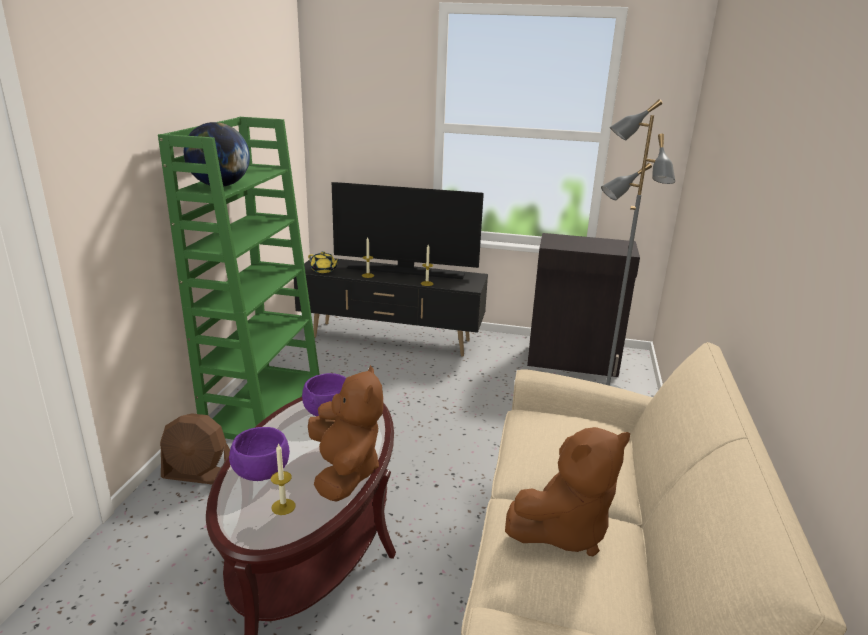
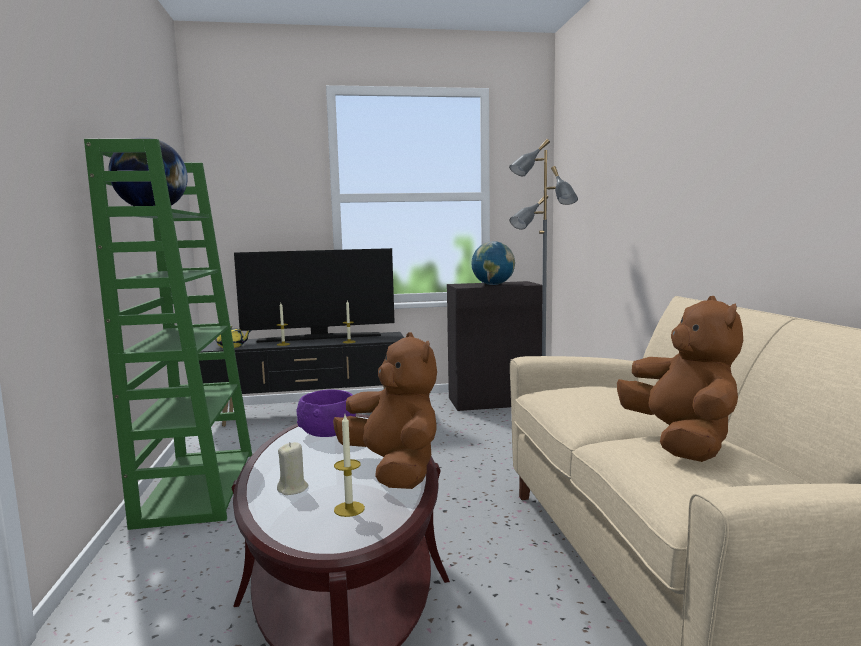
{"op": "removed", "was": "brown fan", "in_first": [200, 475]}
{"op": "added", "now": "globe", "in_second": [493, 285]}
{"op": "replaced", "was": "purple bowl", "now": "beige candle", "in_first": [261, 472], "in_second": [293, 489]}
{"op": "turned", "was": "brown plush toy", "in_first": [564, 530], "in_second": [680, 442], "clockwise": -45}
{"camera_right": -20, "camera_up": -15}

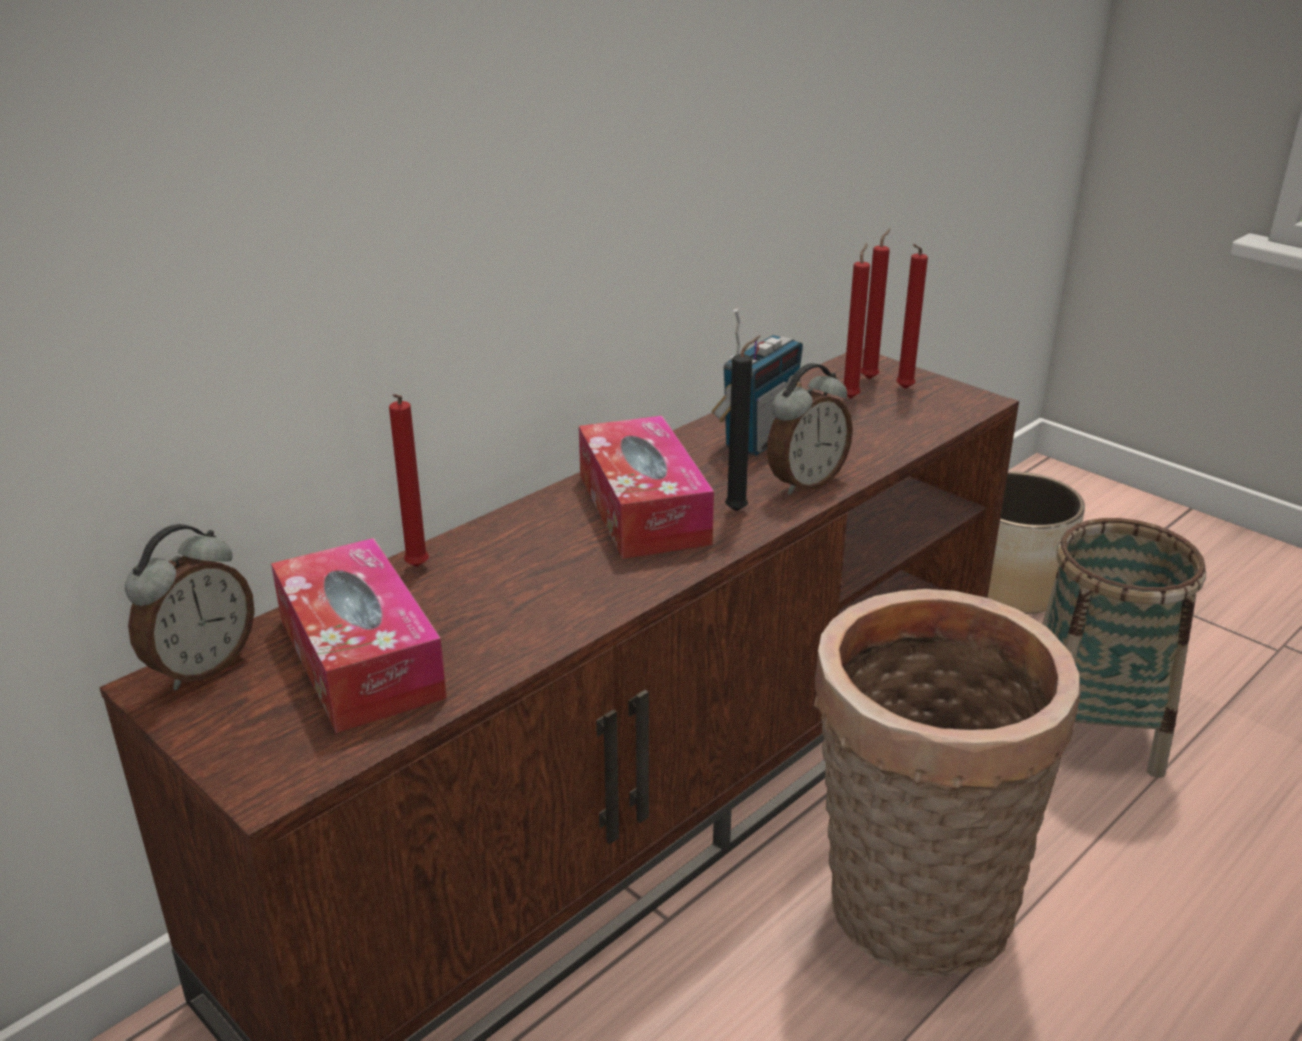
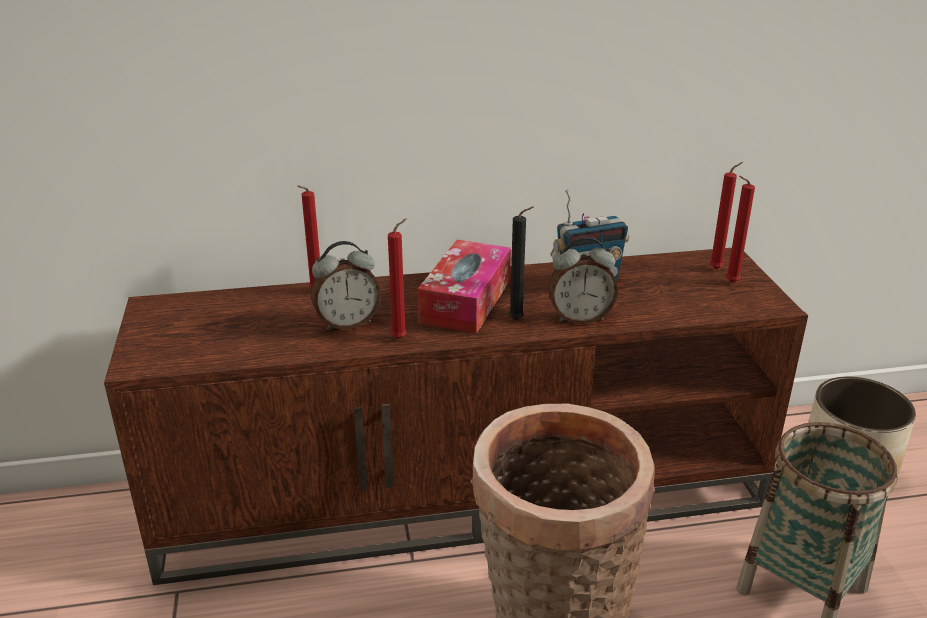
{"op": "removed", "was": "tissue box", "in_first": [360, 657]}
{"op": "moved", "was": "alarm clock", "in_first": [201, 667], "in_second": [347, 323]}
{"op": "moved", "was": "red candle", "in_first": [851, 397], "in_second": [401, 338]}
{"camera_right": 35, "camera_up": 0}

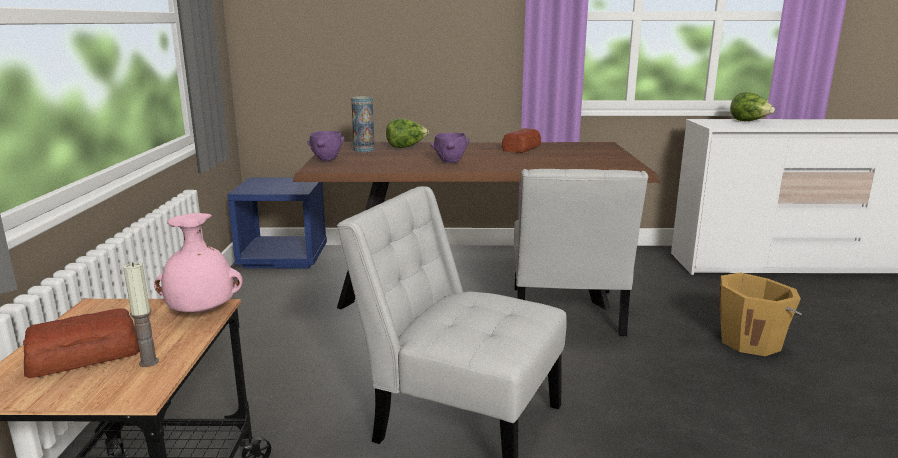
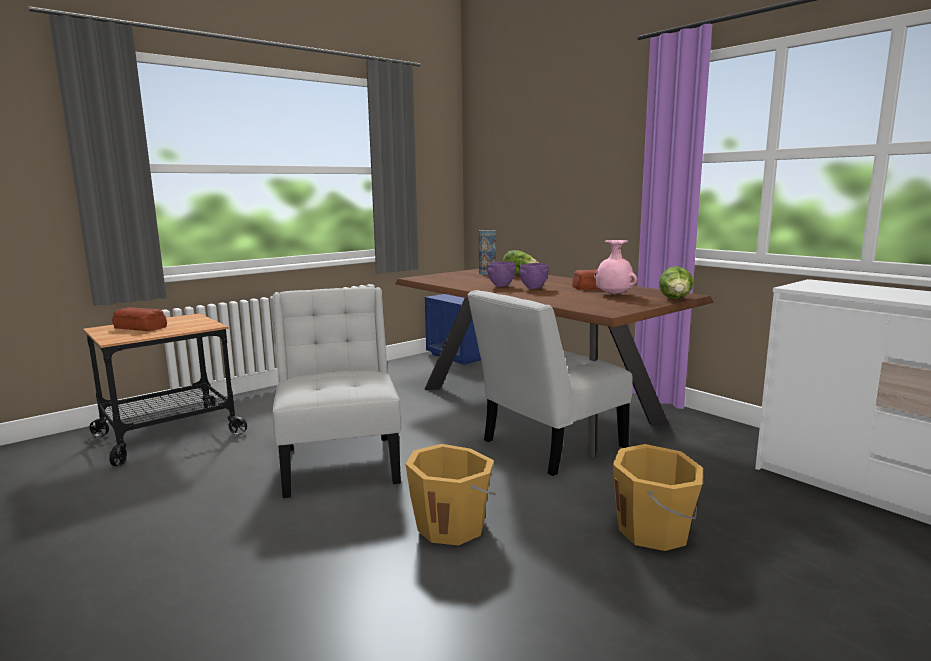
{"op": "removed", "was": "candle", "in_first": [149, 362]}
{"op": "added", "now": "orange bucket", "in_second": [452, 526]}
{"op": "moved", "was": "pink vase", "in_first": [202, 312], "in_second": [613, 295]}
{"op": "moved", "was": "purple bowl", "in_first": [326, 160], "in_second": [533, 288]}
{"op": "moved", "was": "lettuce", "in_first": [749, 121], "in_second": [675, 299]}
{"camera_right": 50, "camera_up": -5}

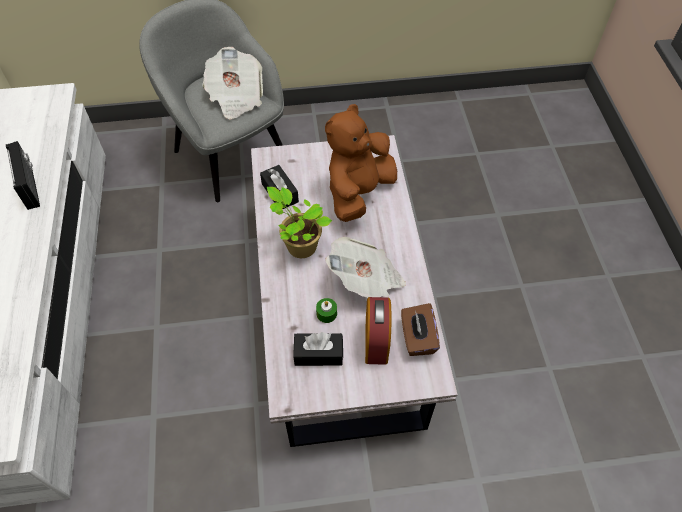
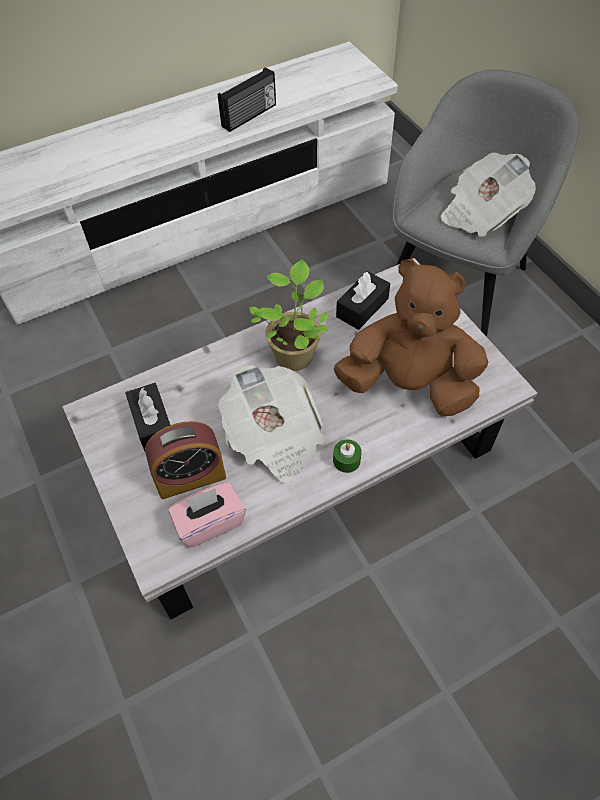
{"op": "moved", "was": "green candle", "in_first": [326, 313], "in_second": [346, 460]}
{"op": "recoloured", "was": "brown tissue box", "now": "pink tissue box", "in_first": [417, 338], "in_second": [210, 522]}
{"camera_right": 70, "camera_up": 0}

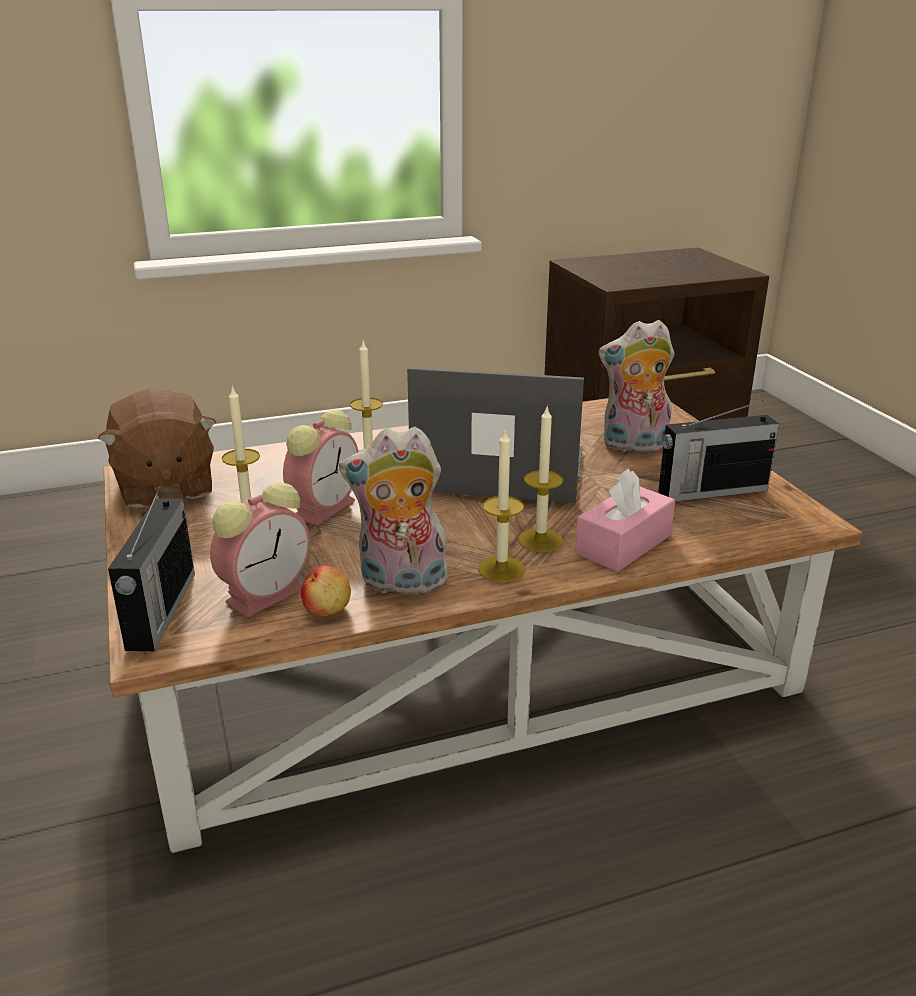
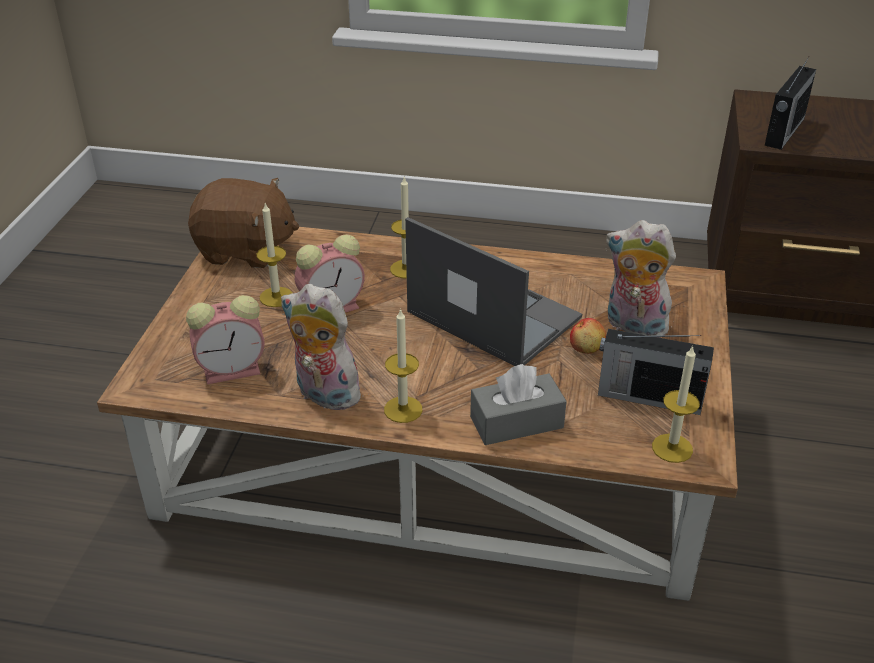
{"op": "moved", "was": "radio", "in_first": [160, 611], "in_second": [783, 132]}
{"op": "moved", "was": "apple", "in_first": [328, 609], "in_second": [587, 348]}
{"op": "moved", "was": "candle", "in_first": [540, 540], "in_second": [672, 448]}
{"op": "recoloured", "was": "pink tissue box", "now": "grey tissue box", "in_first": [623, 544], "in_second": [516, 422]}
{"op": "turned", "was": "brown plush toy", "in_first": [164, 486], "in_second": [245, 250], "clockwise": -90}
{"camera_right": 30, "camera_up": 10}

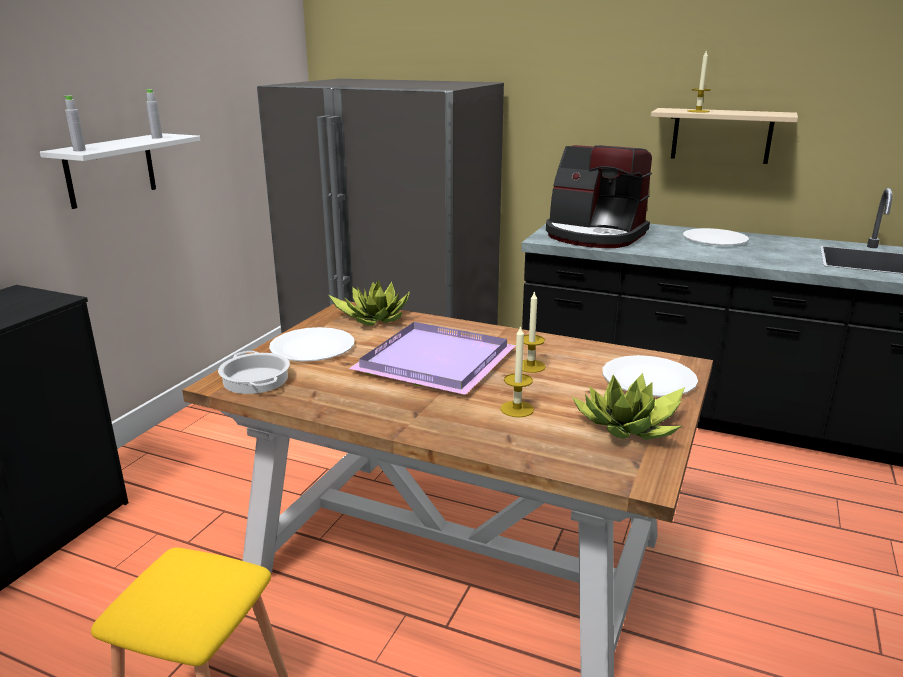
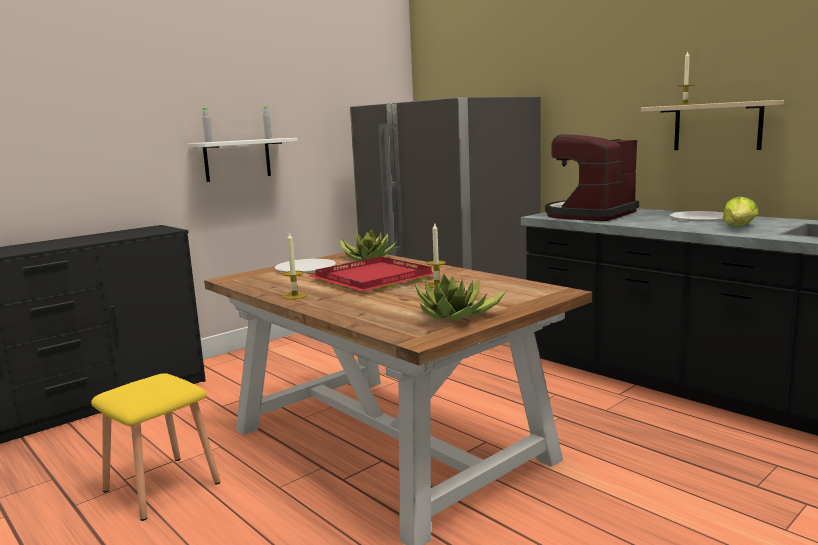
{"op": "removed", "was": "cooking pot", "in_first": [255, 380]}
{"op": "removed", "was": "white plate", "in_first": [648, 379]}
{"op": "added", "now": "lettuce", "in_second": [739, 227]}
{"op": "moved", "was": "candle", "in_first": [517, 409], "in_second": [295, 296]}
{"op": "recoloured", "was": "purple tray", "now": "red tray", "in_first": [438, 361], "in_second": [376, 279]}
{"op": "turned", "was": "coffee machine", "in_first": [594, 235], "in_second": [590, 215], "clockwise": 75}
{"camera_right": 25, "camera_up": -10}

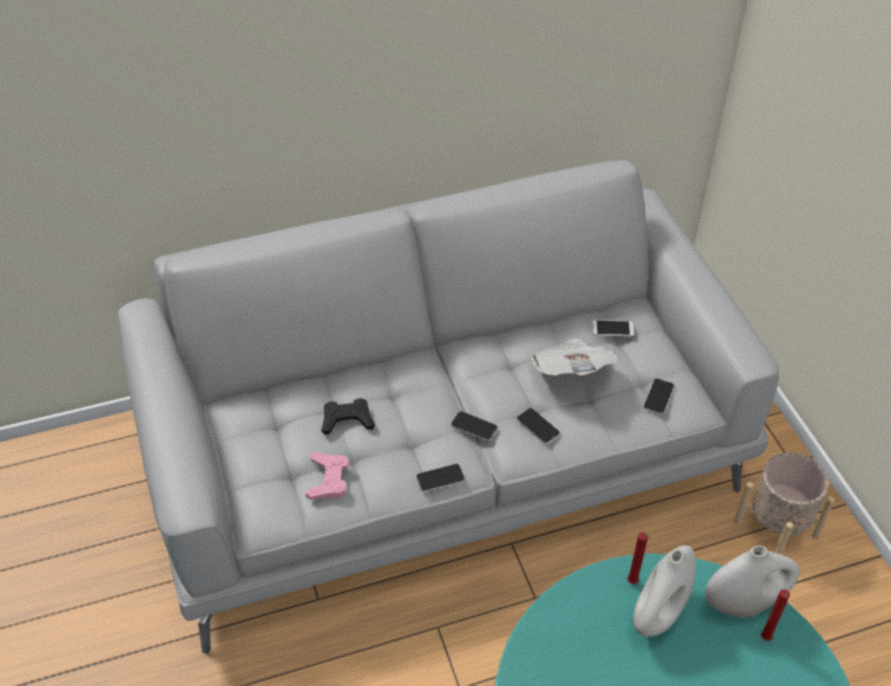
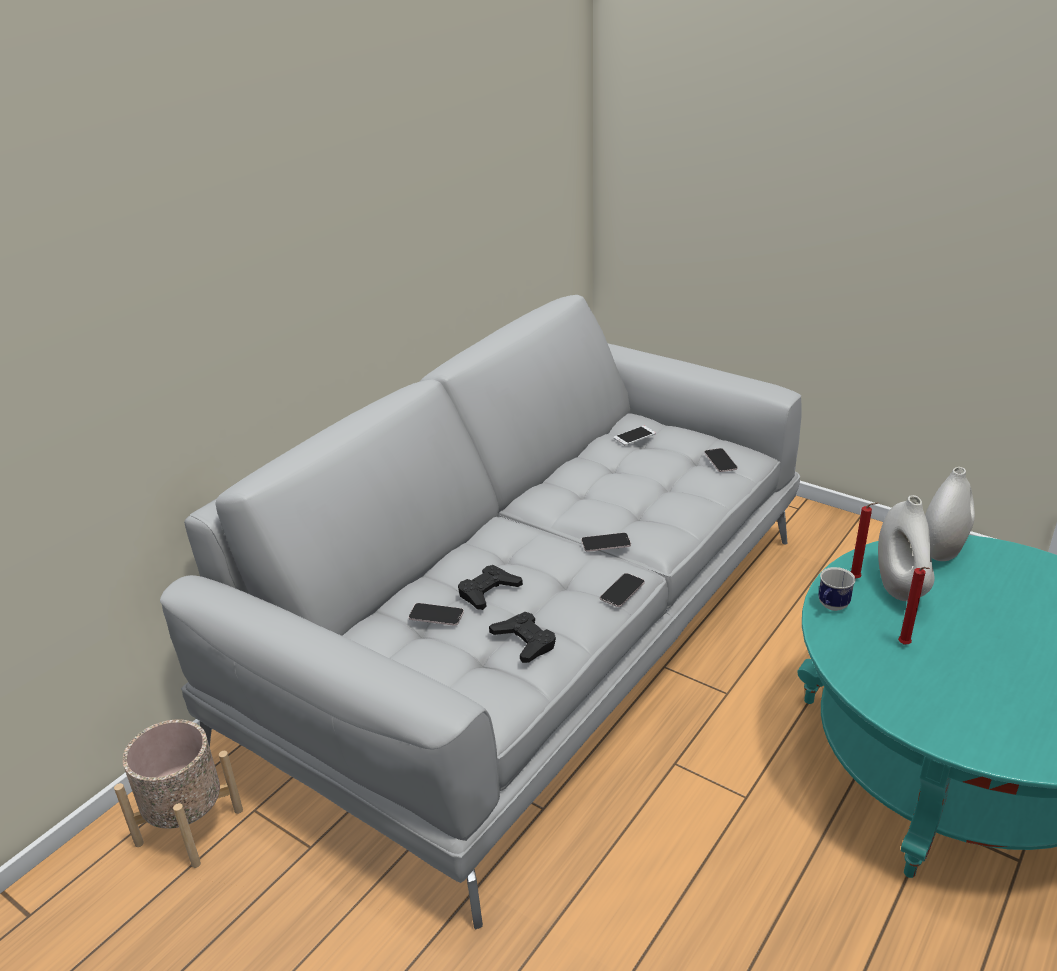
{"op": "removed", "was": "newspaper", "in_first": [571, 373]}
{"op": "added", "now": "mug", "in_second": [831, 607]}
{"op": "moved", "was": "phone", "in_first": [538, 426], "in_second": [436, 615]}
{"op": "moved", "was": "beige planter", "in_first": [775, 529], "in_second": [189, 827]}
{"op": "moved", "was": "red candle", "in_first": [765, 639], "in_second": [905, 645]}
{"op": "recoloured", "was": "pink game controller", "now": "black game controller", "in_first": [328, 479], "in_second": [524, 641]}
{"camera_right": -35, "camera_up": -15}

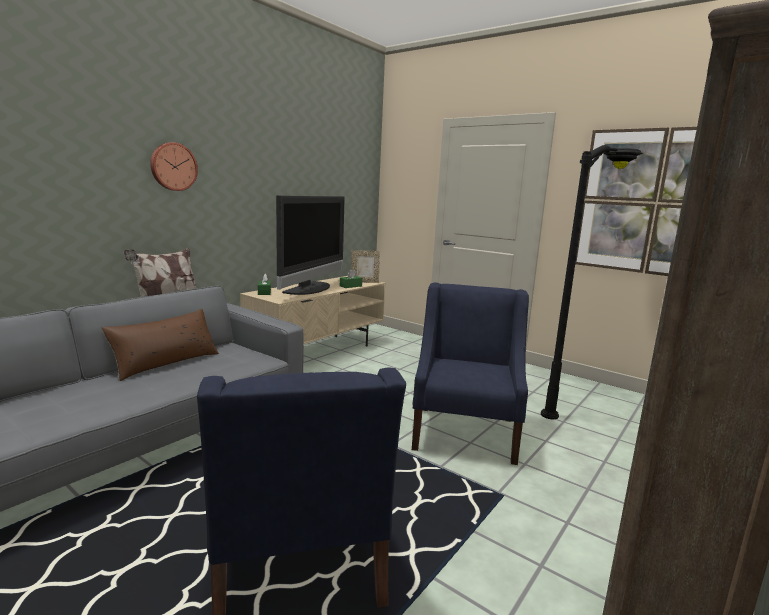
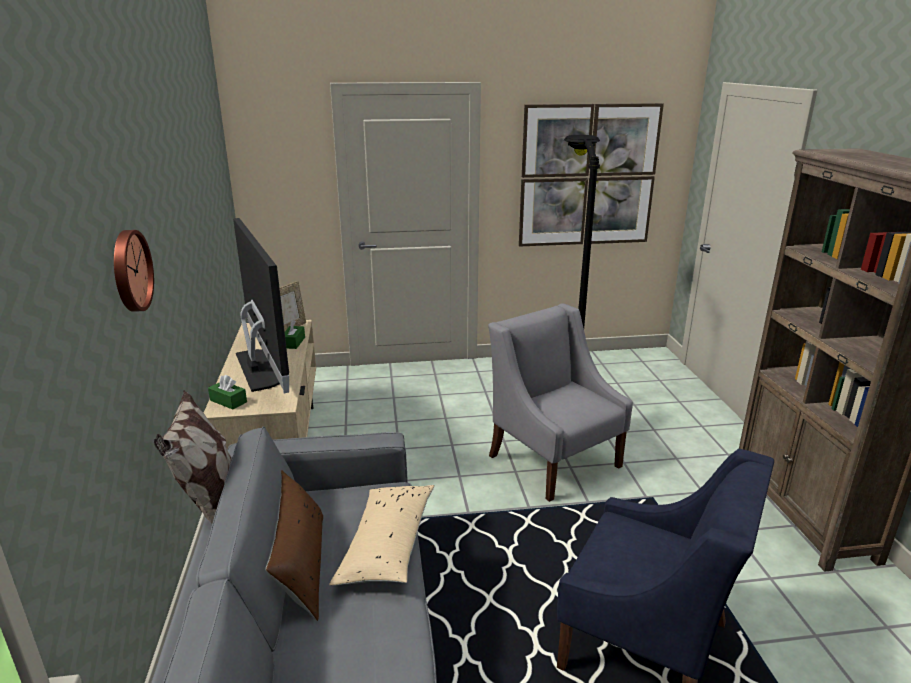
{"op": "added", "now": "beige pillow", "in_second": [387, 545]}
{"op": "recoloured", "was": "blue armchair", "now": "grey armchair", "in_first": [465, 433], "in_second": [553, 460]}
{"camera_right": -45, "camera_up": 10}

